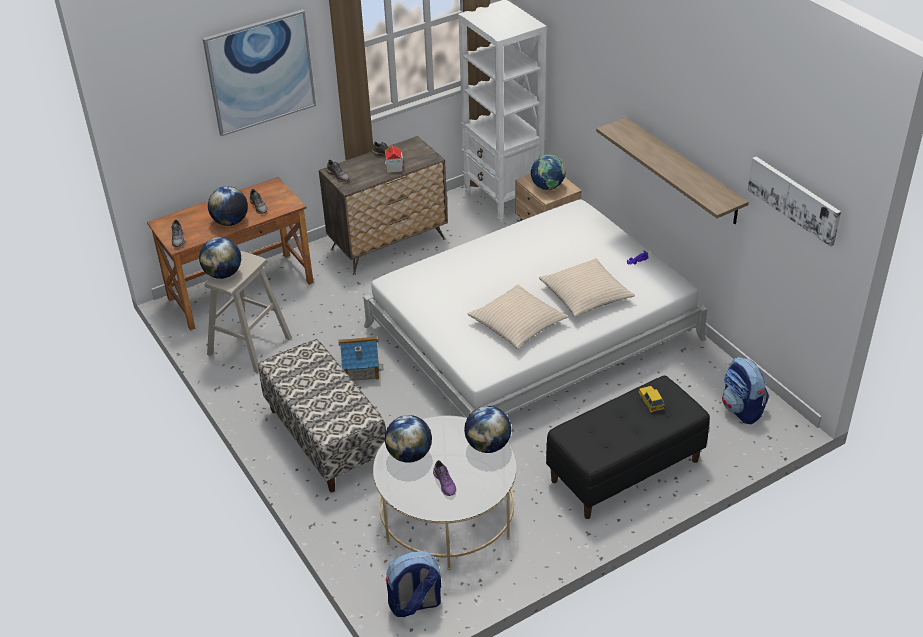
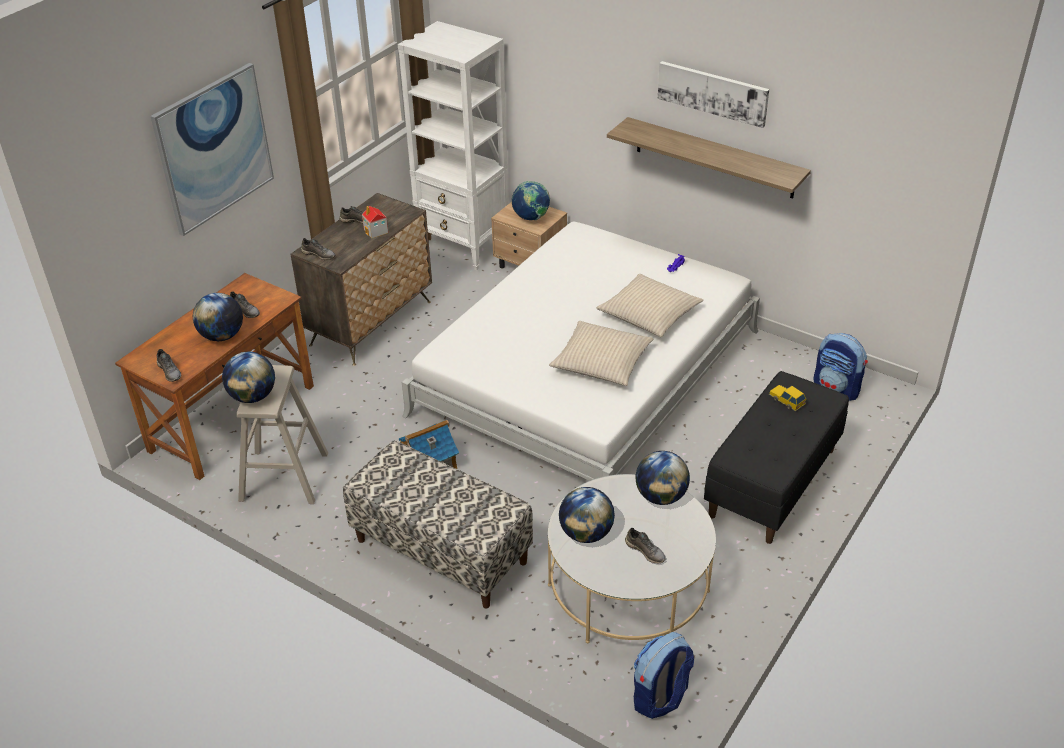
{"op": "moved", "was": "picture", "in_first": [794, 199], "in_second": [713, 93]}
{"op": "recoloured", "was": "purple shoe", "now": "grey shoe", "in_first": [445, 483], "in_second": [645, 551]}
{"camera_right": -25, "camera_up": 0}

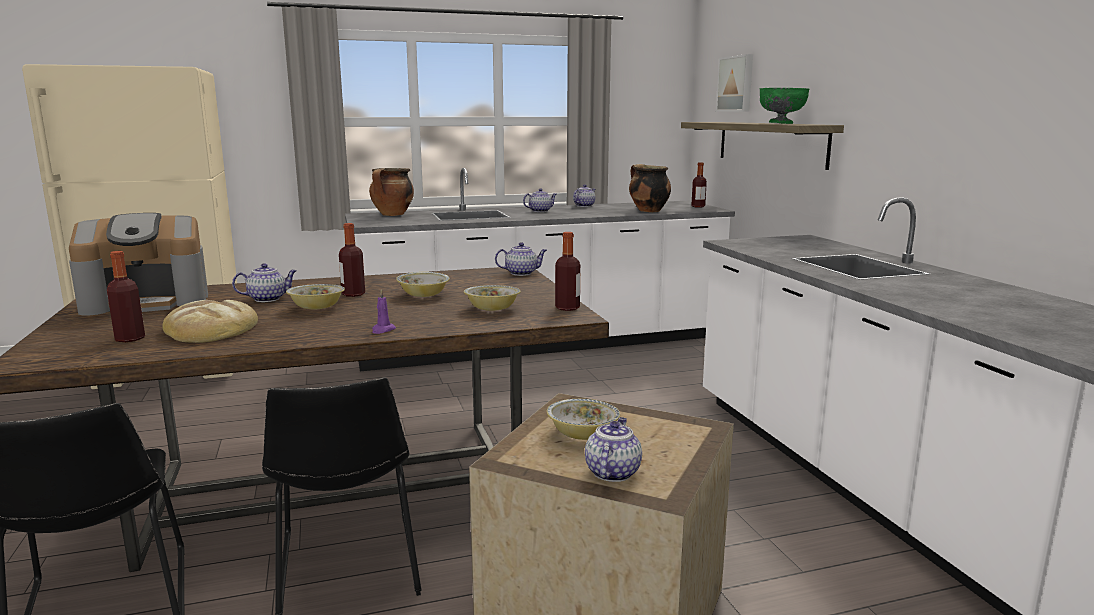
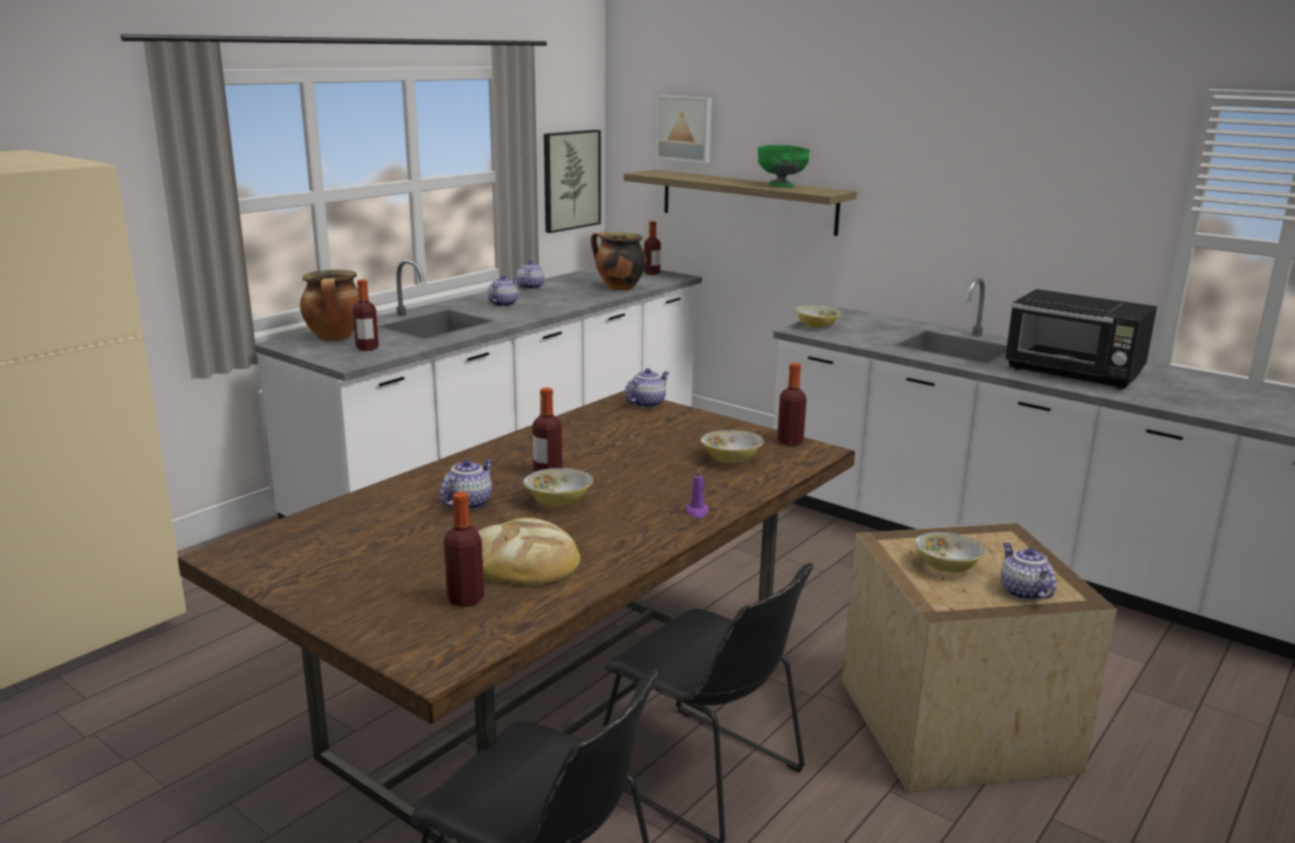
{"op": "removed", "was": "coffee machine", "in_first": [148, 301]}
{"op": "added", "now": "bottle", "in_second": [367, 348]}
{"op": "added", "now": "picture", "in_second": [571, 180]}
{"op": "added", "now": "black microwave", "in_second": [1074, 373]}
{"op": "moved", "was": "bowl", "in_first": [423, 295], "in_second": [816, 326]}
{"camera_right": -35, "camera_up": 5}

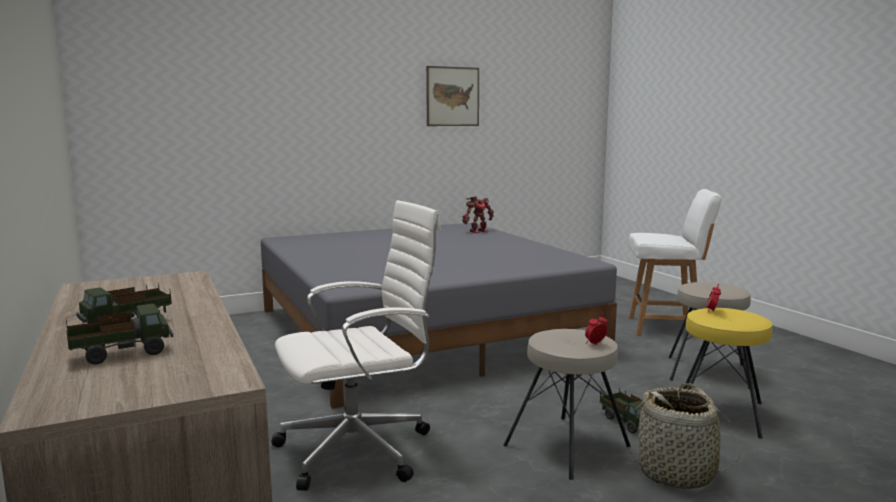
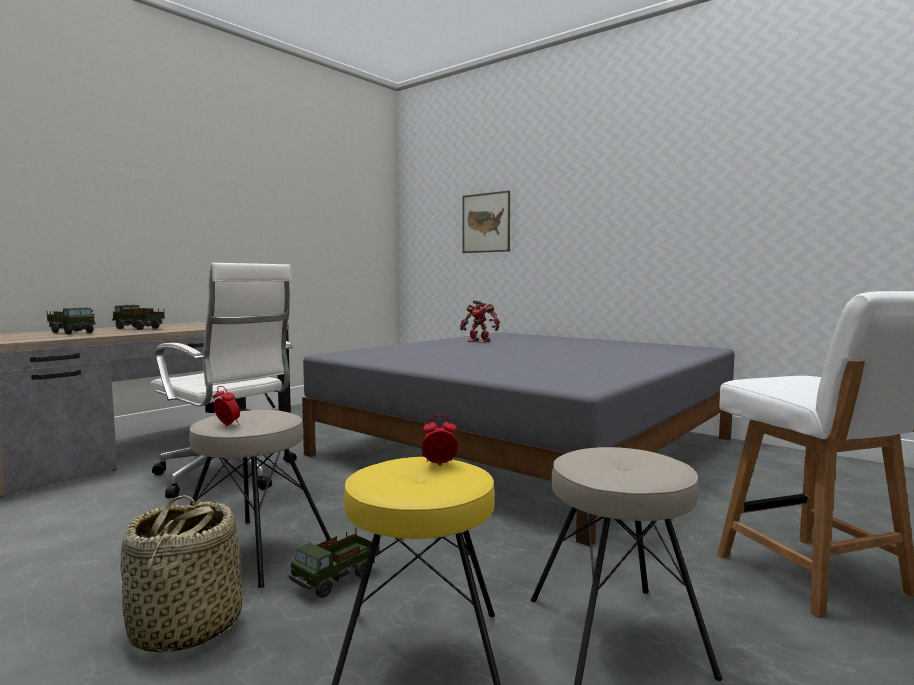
{"op": "moved", "was": "picture", "in_first": [452, 96], "in_second": [486, 223]}
{"op": "moved", "was": "toy robot", "in_first": [478, 231], "in_second": [479, 341]}
{"camera_right": 65, "camera_up": -5}

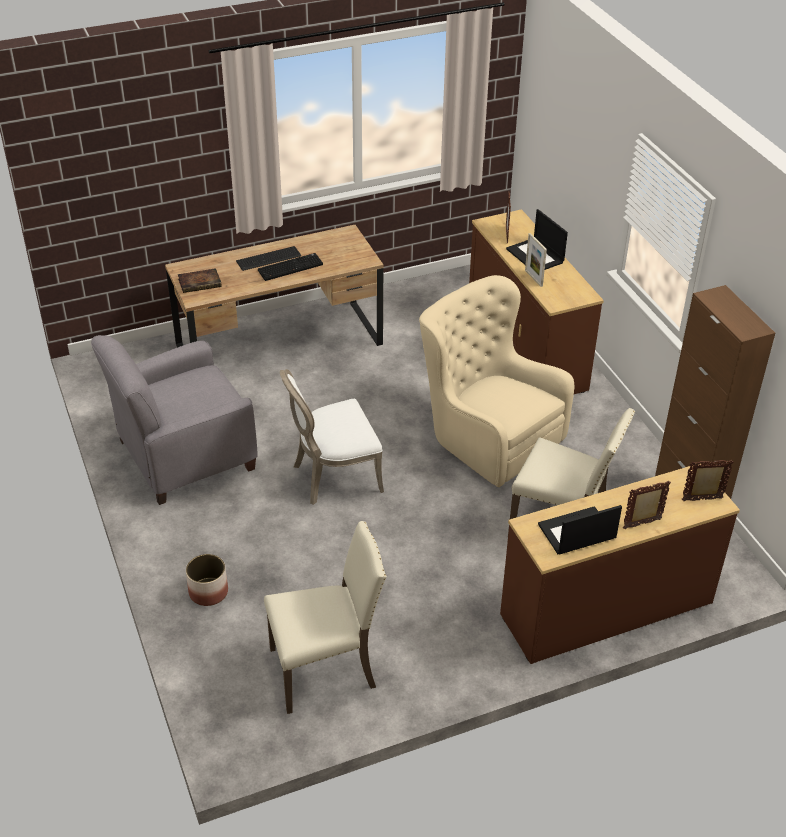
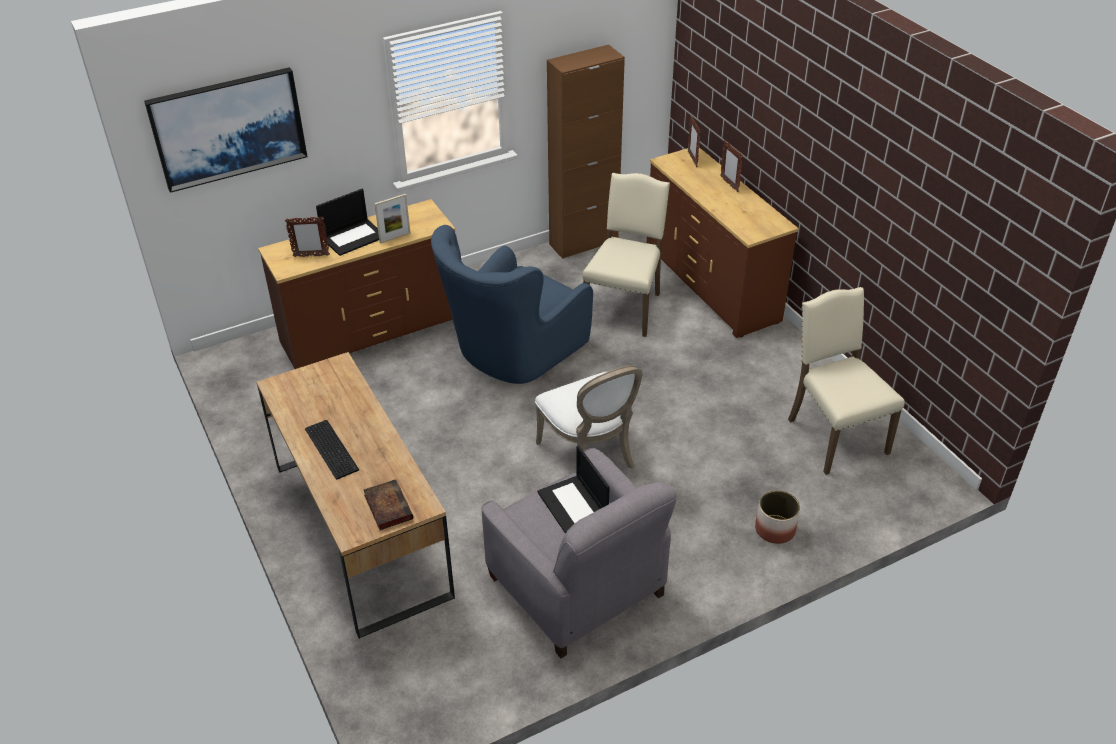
{"op": "removed", "was": "keyboard", "in_first": [290, 267]}
{"op": "added", "now": "picture", "in_second": [228, 128]}
{"op": "moved", "was": "laptop", "in_first": [576, 532], "in_second": [573, 505]}
{"op": "recoloured", "was": "beige armchair", "now": "blue armchair", "in_first": [486, 436], "in_second": [513, 353]}
{"camera_right": -95, "camera_up": 0}

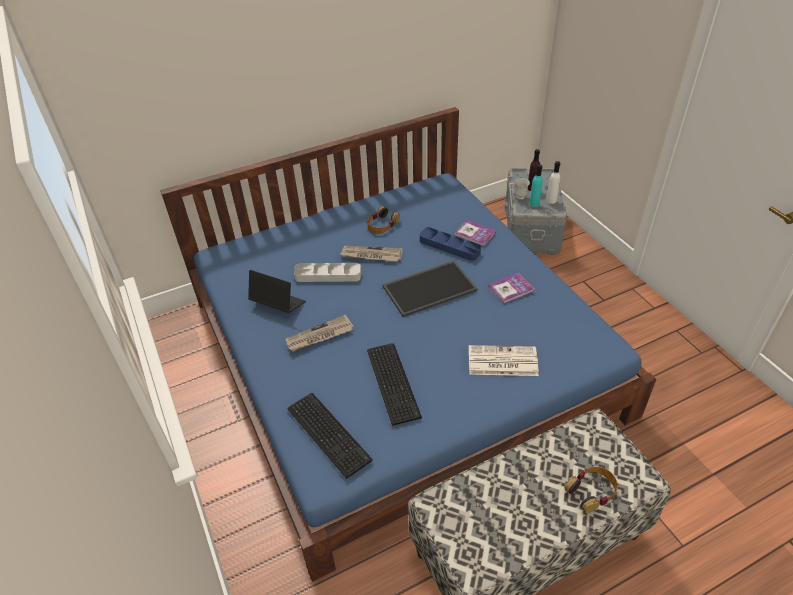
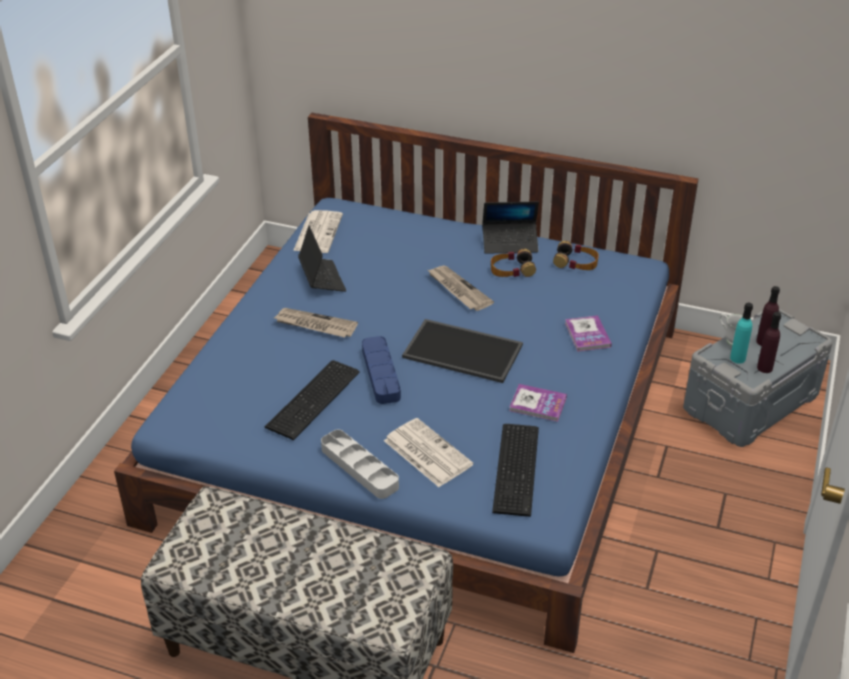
{"op": "added", "now": "newspaper", "in_second": [318, 232]}
{"op": "added", "now": "laptop", "in_second": [510, 243]}
{"op": "moved", "was": "keyboard", "in_first": [329, 432], "in_second": [518, 468]}
{"op": "moved", "was": "grey tray", "in_first": [328, 275], "in_second": [359, 467]}
{"op": "moved", "was": "blue tray", "in_first": [449, 246], "in_second": [381, 373]}
{"op": "moved", "was": "headphones", "in_first": [591, 491], "in_second": [576, 262]}
{"op": "recoloured", "was": "white bottle", "now": "purple bottle", "in_first": [551, 200], "in_second": [764, 368]}
{"camera_right": 45, "camera_up": -5}

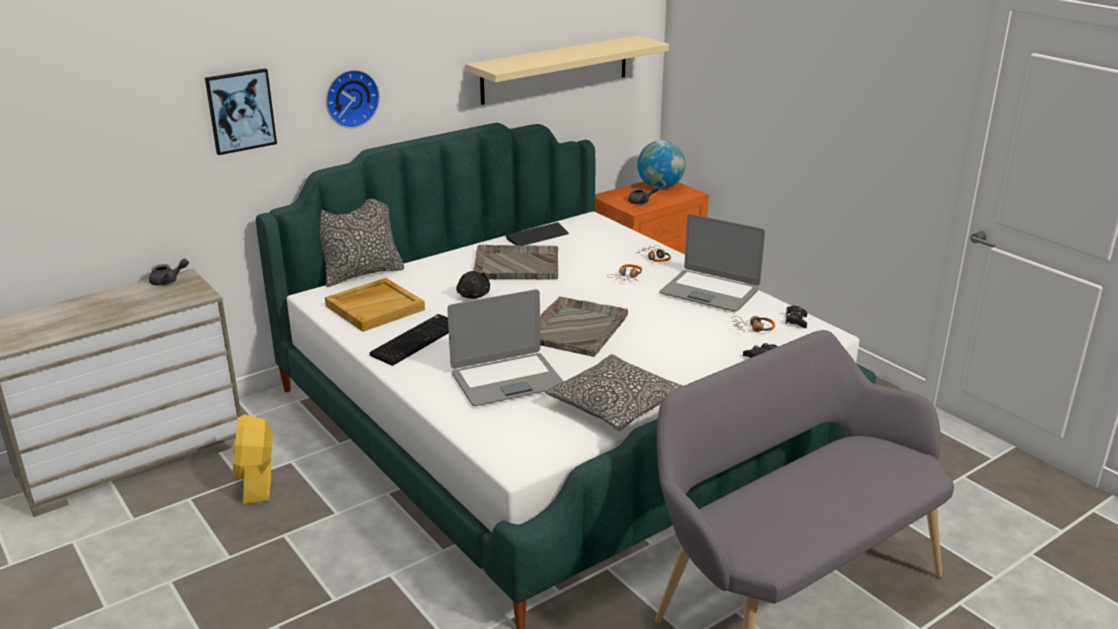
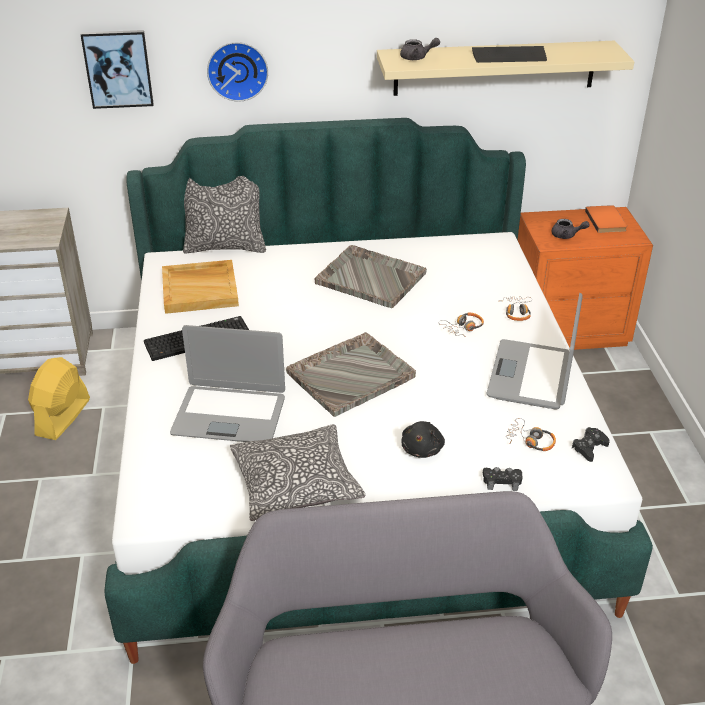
{"op": "moved", "was": "grey teapot", "in_first": [168, 281], "in_second": [417, 58]}
{"op": "moved", "was": "black plush toy", "in_first": [473, 295], "in_second": [422, 449]}
{"op": "moved", "was": "keyboard", "in_first": [537, 236], "in_second": [509, 56]}
{"op": "replaced", "was": "globe", "now": "orange book", "in_first": [660, 187], "in_second": [607, 221]}
{"op": "turned", "was": "laptop", "in_first": [709, 292], "in_second": [531, 375], "clockwise": 45}
{"camera_right": 30, "camera_up": 10}

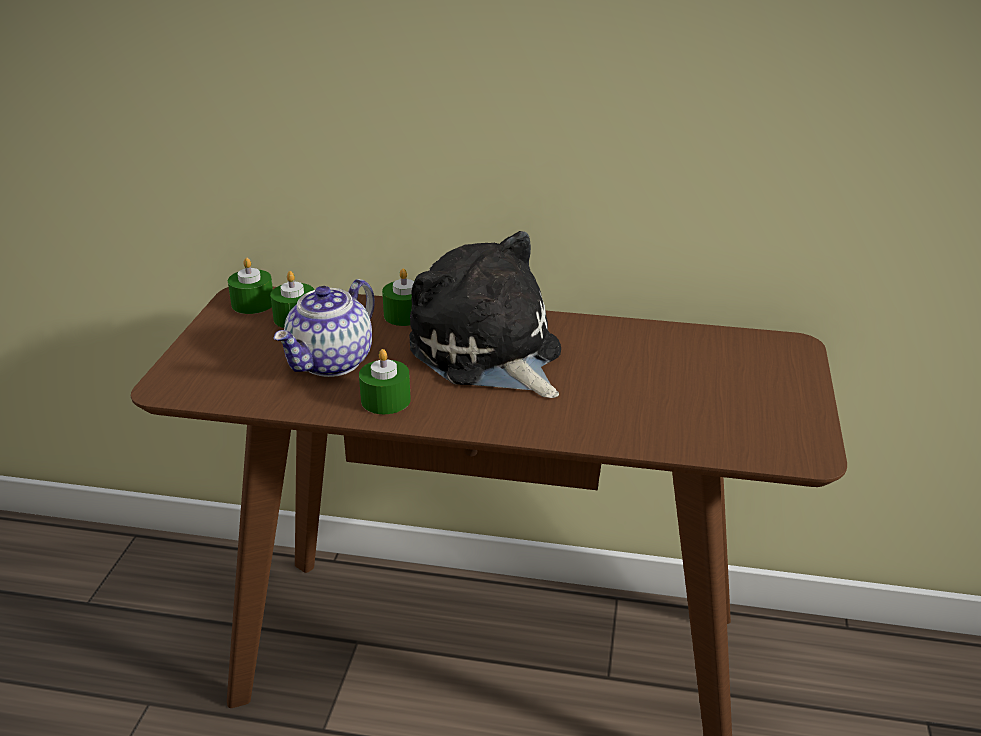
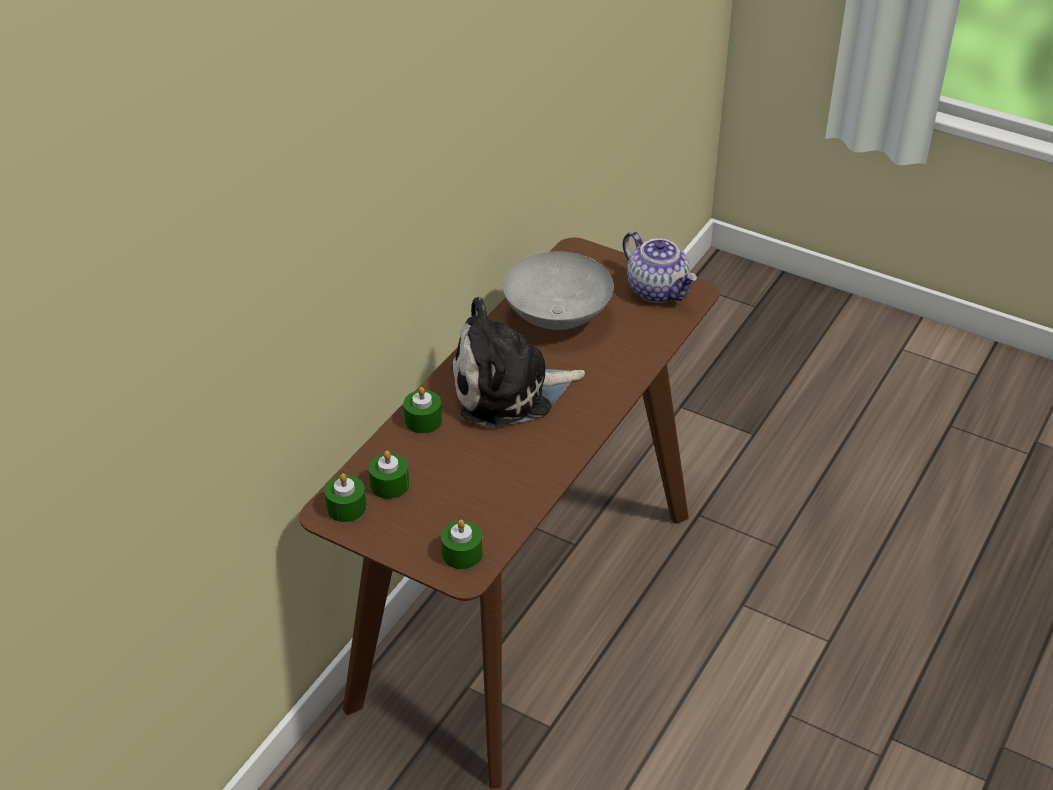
{"op": "added", "now": "grey bowl", "in_second": [556, 318]}
{"op": "moved", "was": "teapot", "in_first": [331, 362], "in_second": [658, 290]}
{"op": "moved", "was": "green candle", "in_first": [385, 400], "in_second": [462, 553]}
{"camera_right": -70, "camera_up": 10}

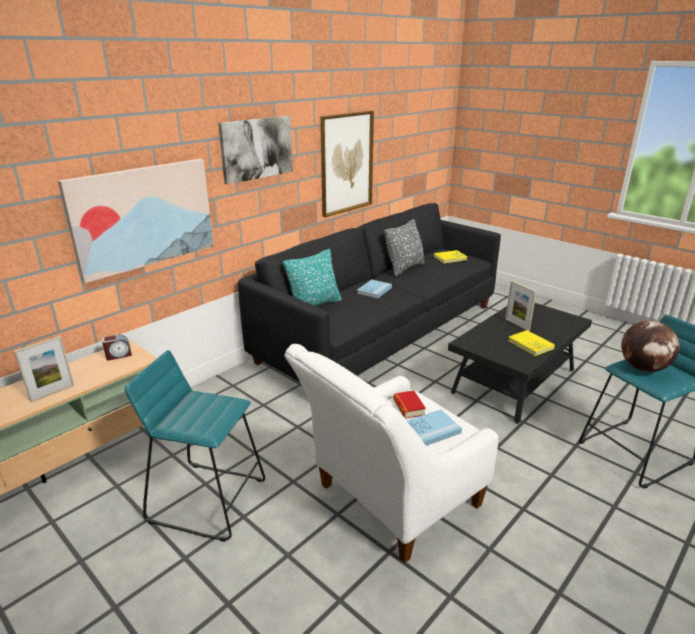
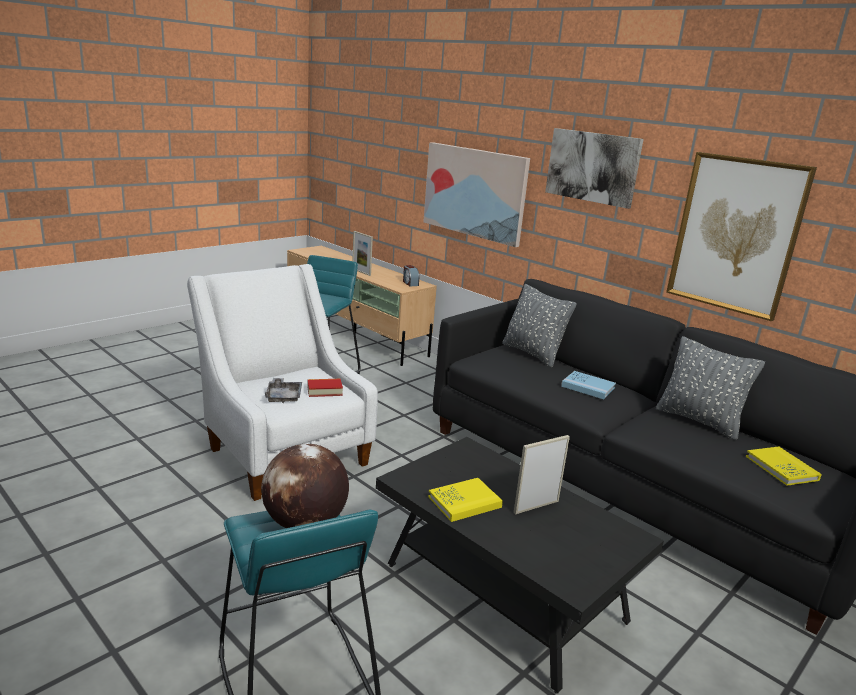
{"op": "replaced", "was": "blue book", "now": "grey tray", "in_first": [432, 429], "in_second": [283, 396]}
{"op": "recoloured", "was": "turquoise pillow", "now": "grey pillow", "in_first": [314, 305], "in_second": [532, 354]}
{"camera_right": 90, "camera_up": -5}

